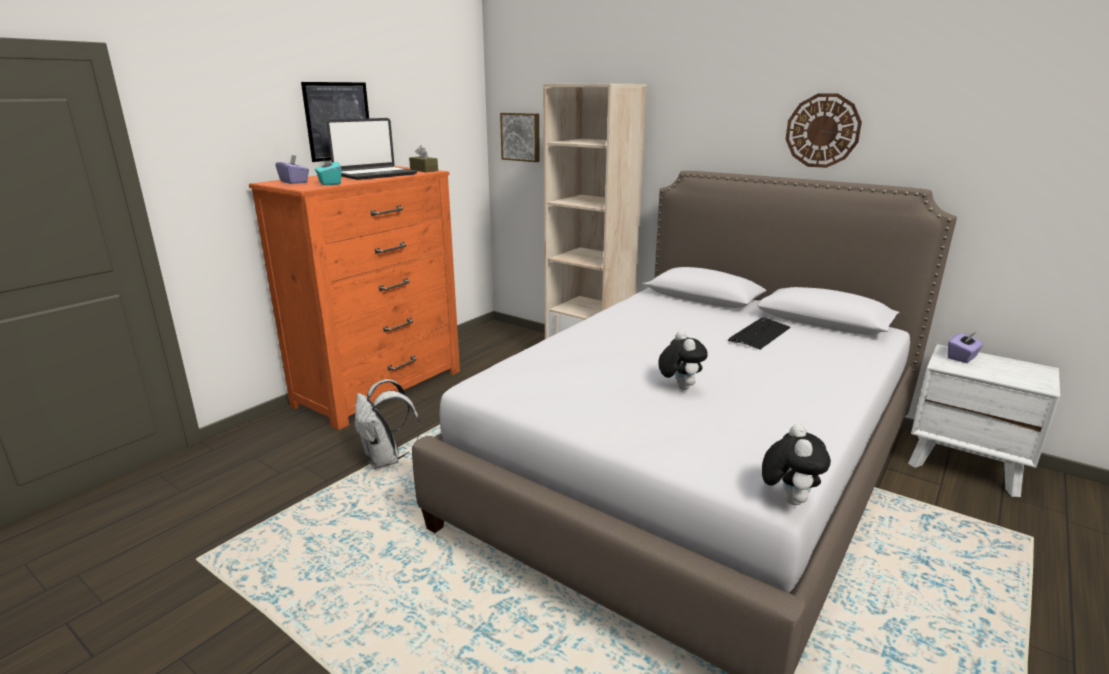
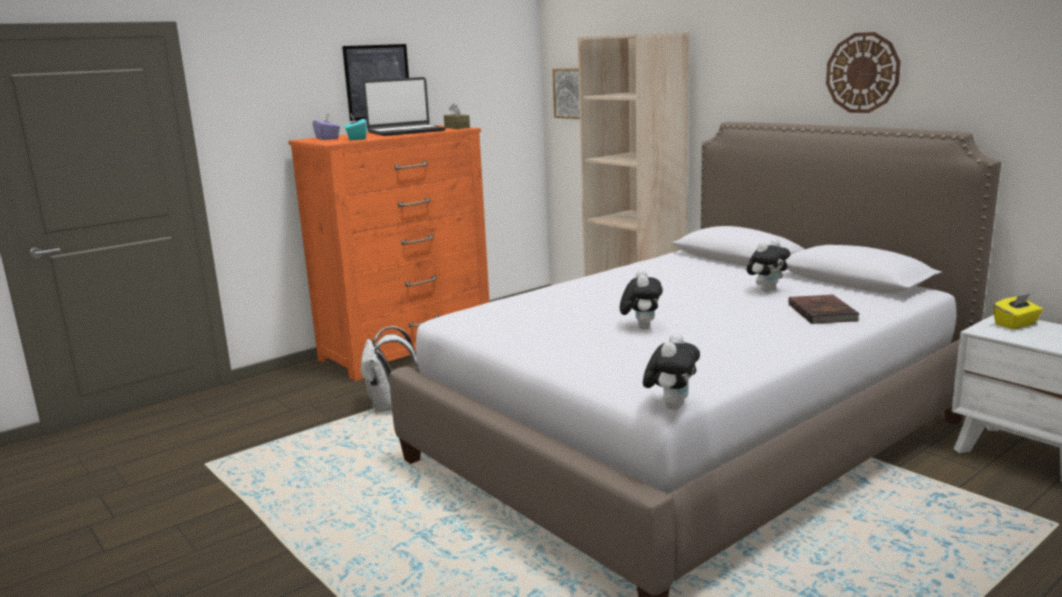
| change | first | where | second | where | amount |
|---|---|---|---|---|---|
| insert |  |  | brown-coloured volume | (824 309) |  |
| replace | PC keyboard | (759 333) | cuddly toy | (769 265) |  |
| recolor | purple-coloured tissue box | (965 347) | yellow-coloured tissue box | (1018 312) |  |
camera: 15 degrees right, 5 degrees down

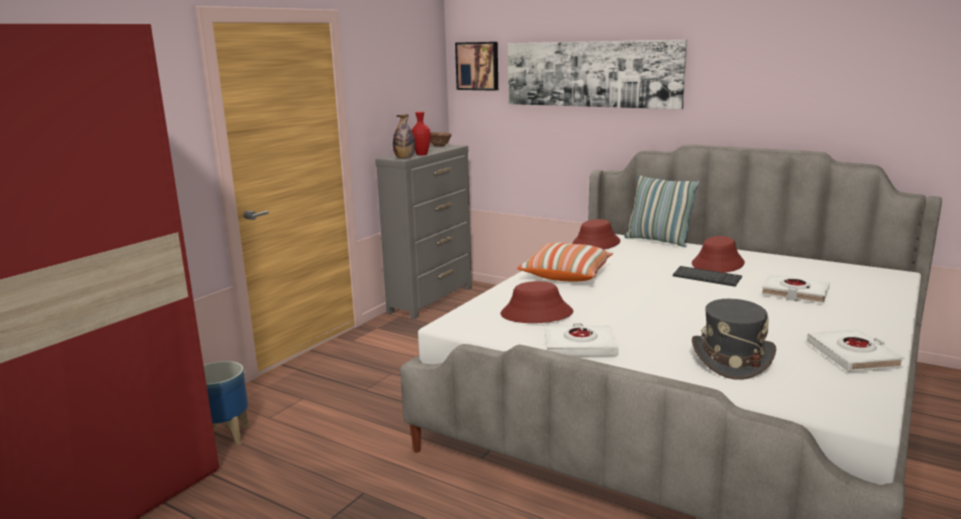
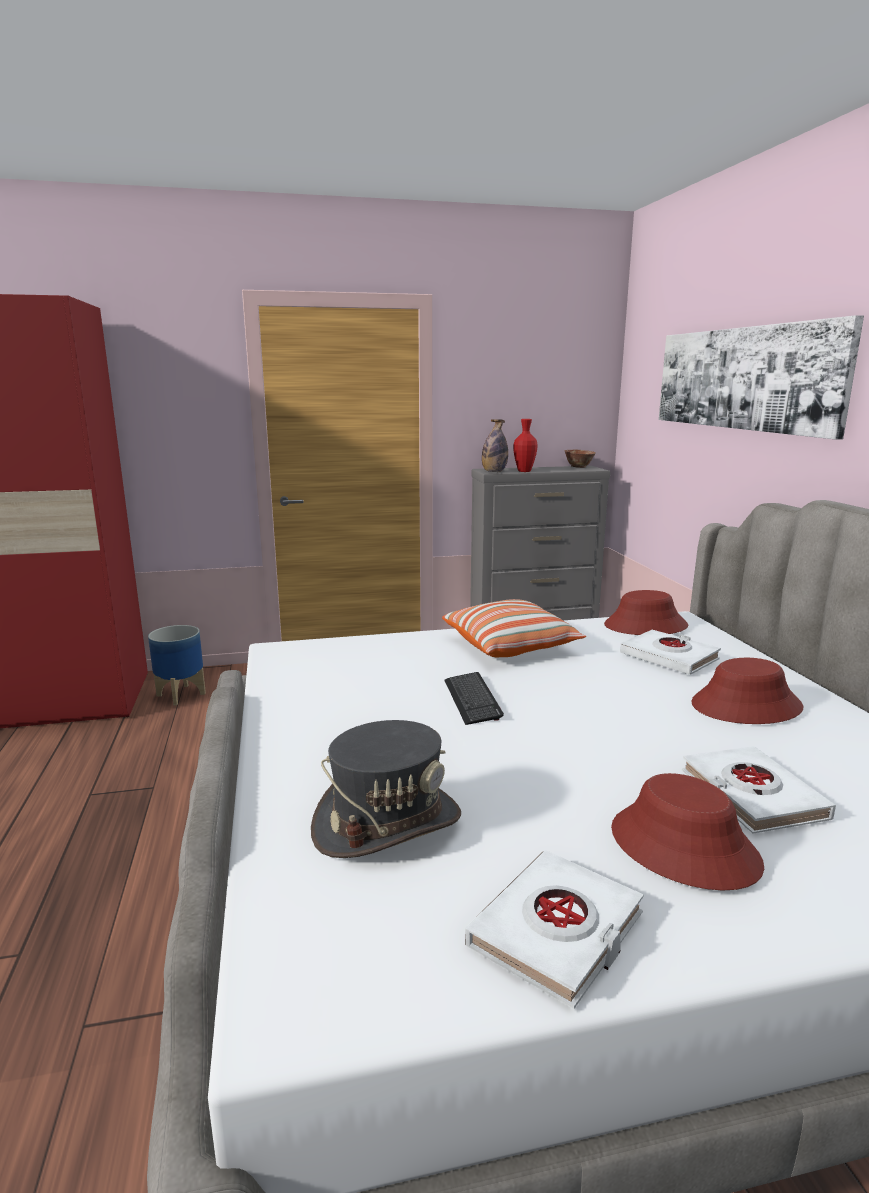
| change | first | where | second | where | amount |
|---|---|---|---|---|---|
| delete | picture | (476 66) |  |  |  |
| delete | throw pillow | (661 211) |  |  |  |
| move | red hat | (537 302) |  | (687 832) |  |
| move | white volume | (581 339) |  | (670 652) |  |
| move | PC keyboard | (707 276) |  | (474 698) |  |
camera: 45 degrees right, 0 degrees up

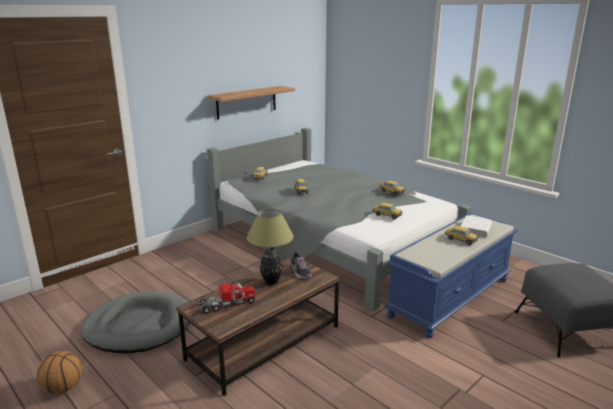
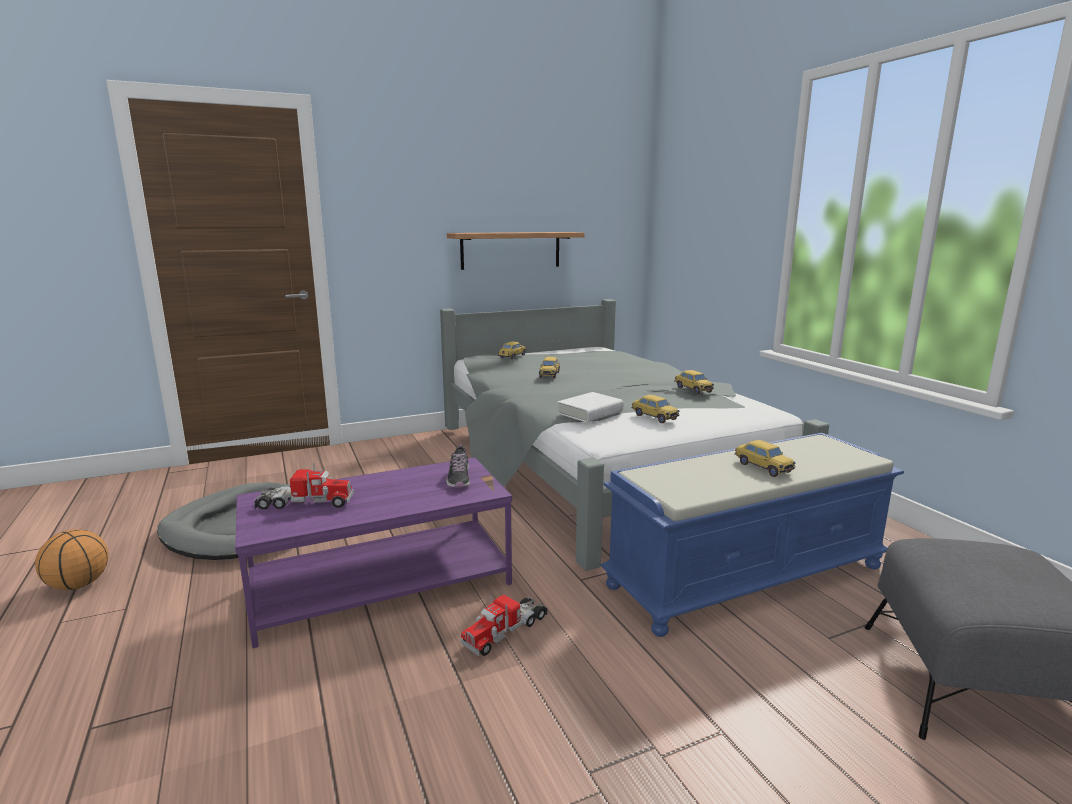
| change | first | where | second | where | amount |
|---|---|---|---|---|---|
| delete | tabletop lamp | (270 247) |  |  |  |
| insert |  |  | toy lorry | (504 625) |  |
| move | white volume | (476 226) |  | (590 407) |  |
| recolor | brown-coloured coffee table | (258 326) | purple-coloured coffee table | (373 552) |  |
camera: 20 degrees right, 5 degrees down

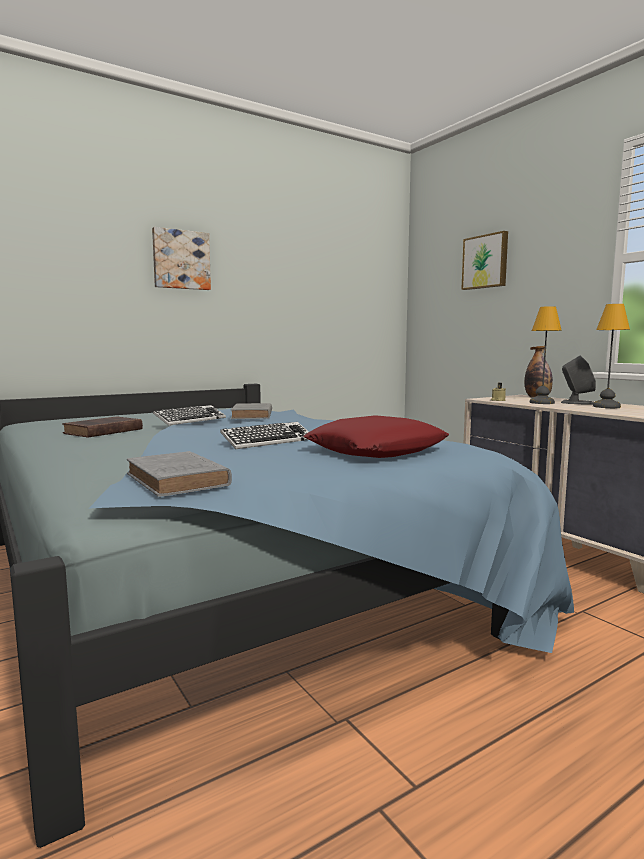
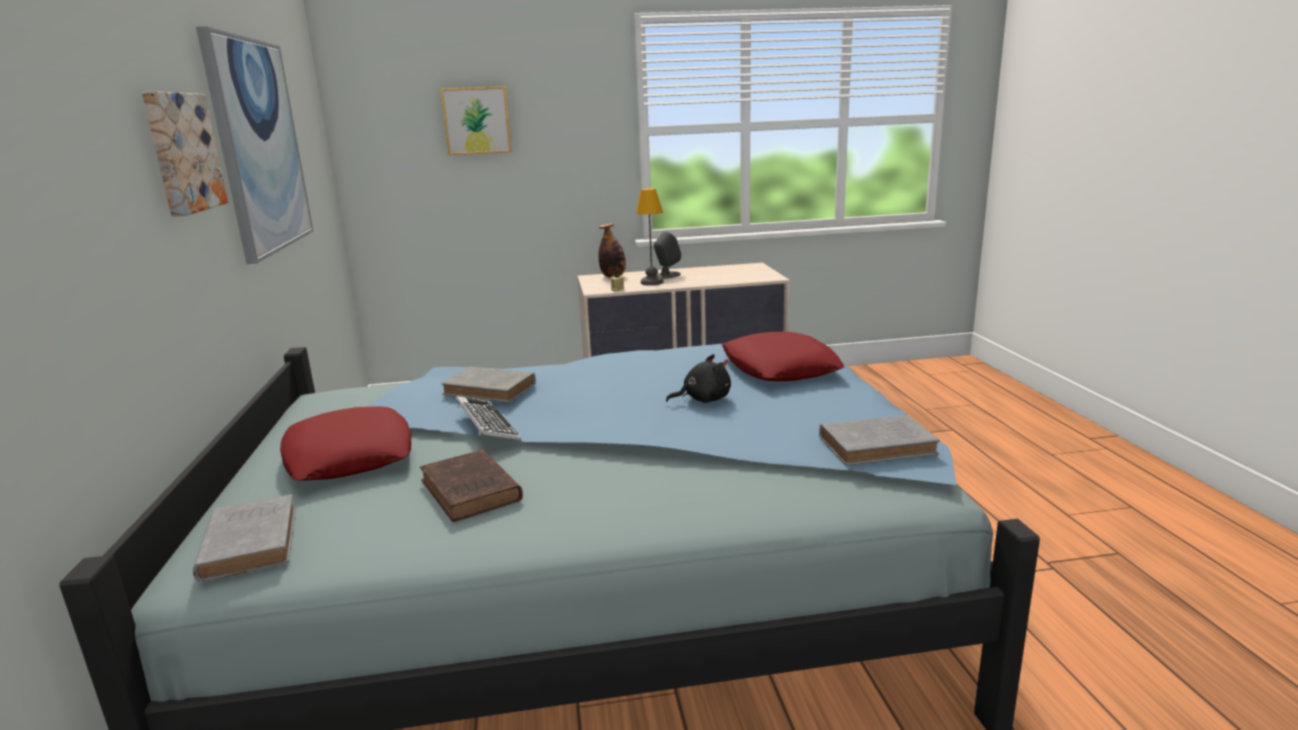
| change | first | where | second | where | amount |
|---|---|---|---|---|---|
| delete | tabletop lamp | (611 356) |  |  |  |
| insert |  |  | greyish volume | (244 538) |  |
| insert |  |  | picture | (254 145) |  |
| insert |  |  | red throw pillow | (345 443) |  |
| replace | PC keyboard | (264 435) | blackish cuddly toy | (698 378) |  |
camera: 65 degrees left, 10 degrees up

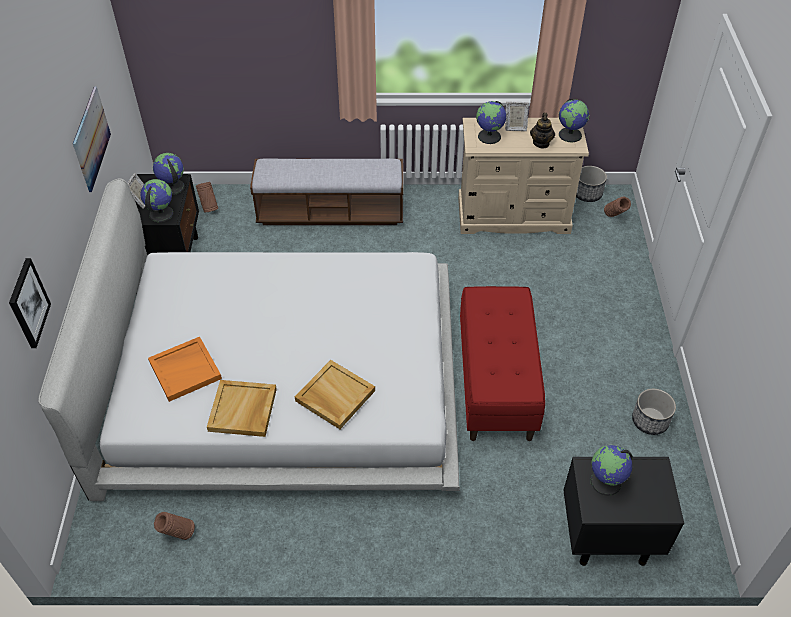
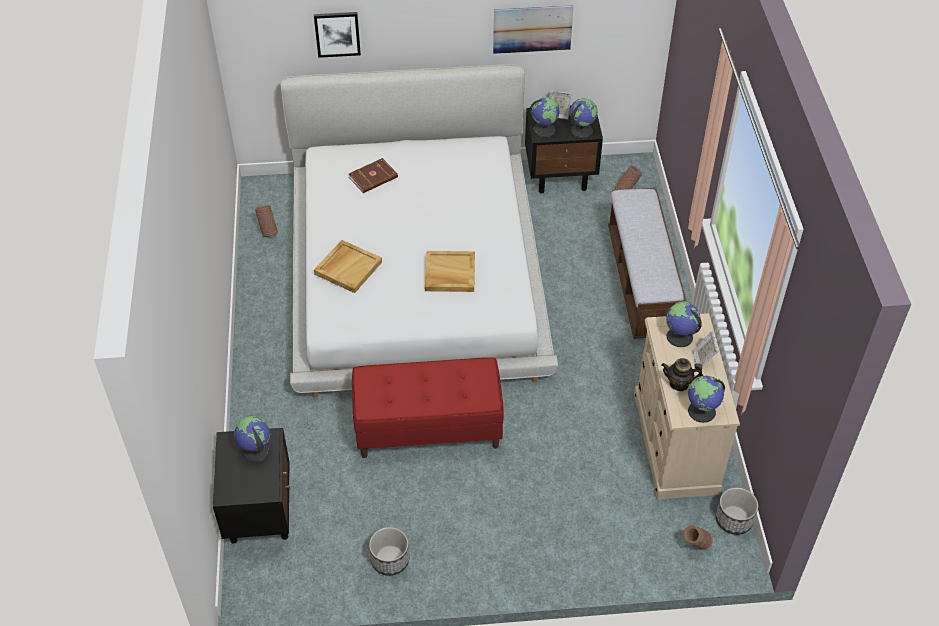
| change | first | where | second | where | amount |
|---|---|---|---|---|---|
| move | sand-coloured tray | (242 408) |  | (450 271) |  |
| replace | orange-coloured tray | (185 369) | brown-coloured volume | (373 175) |  |
camera: 85 degrees right, 0 degrees up

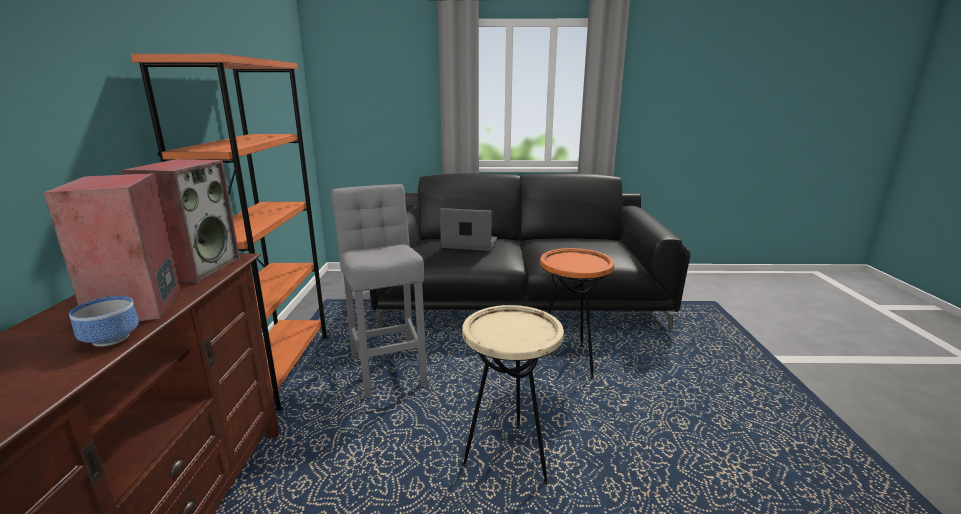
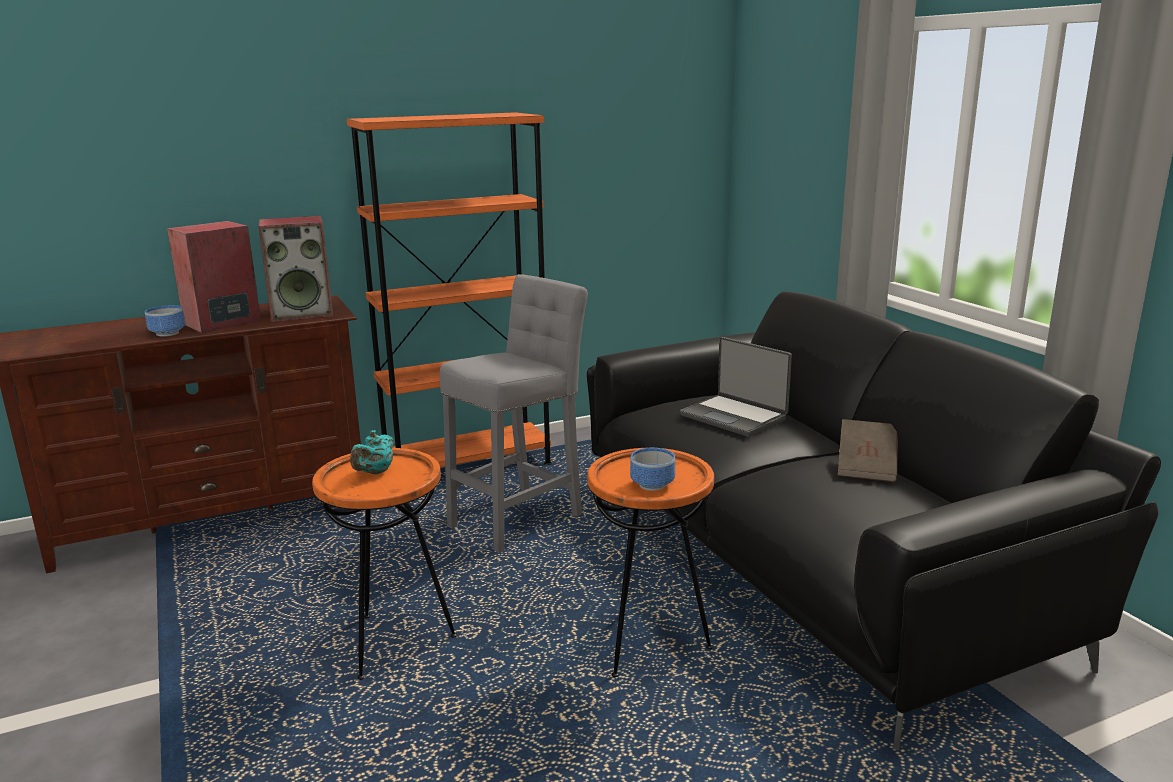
| change | first | where | second | where | amount |
|---|---|---|---|---|---|
| insert |  |  | blue-green pot for tea | (372 452) |  |
| insert |  |  | bowl | (652 469) |  |
| insert |  |  | brown-coloured volume | (868 450) |  |
| recolor | sand-coloured accent table | (513 394) | orange-coloured accent table | (384 564) |  |
| rotate | laptop | (468 229) |  | (736 387) | 150 degrees clockwise |
camera: 65 degrees right, 0 degrees up

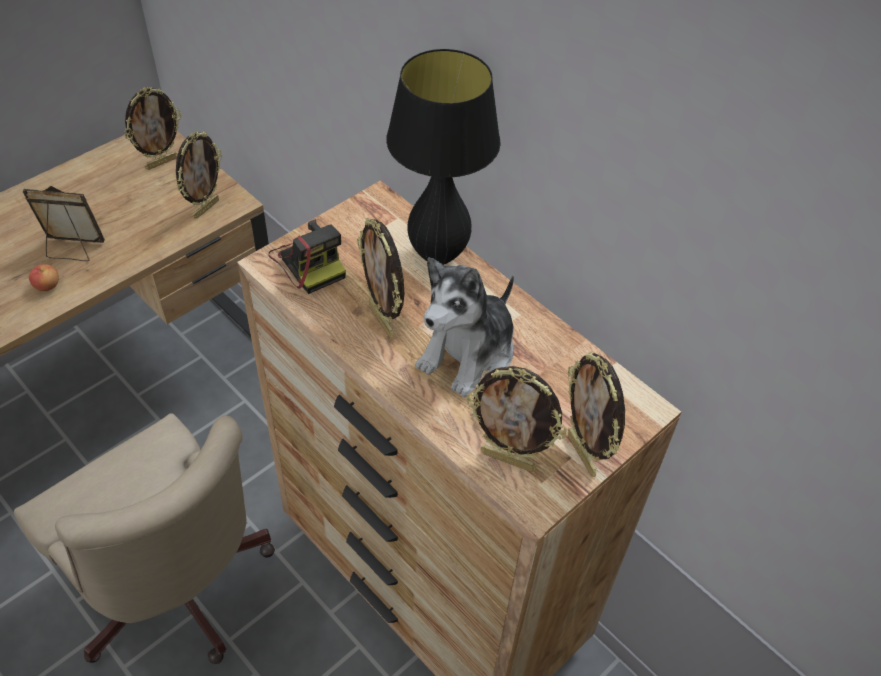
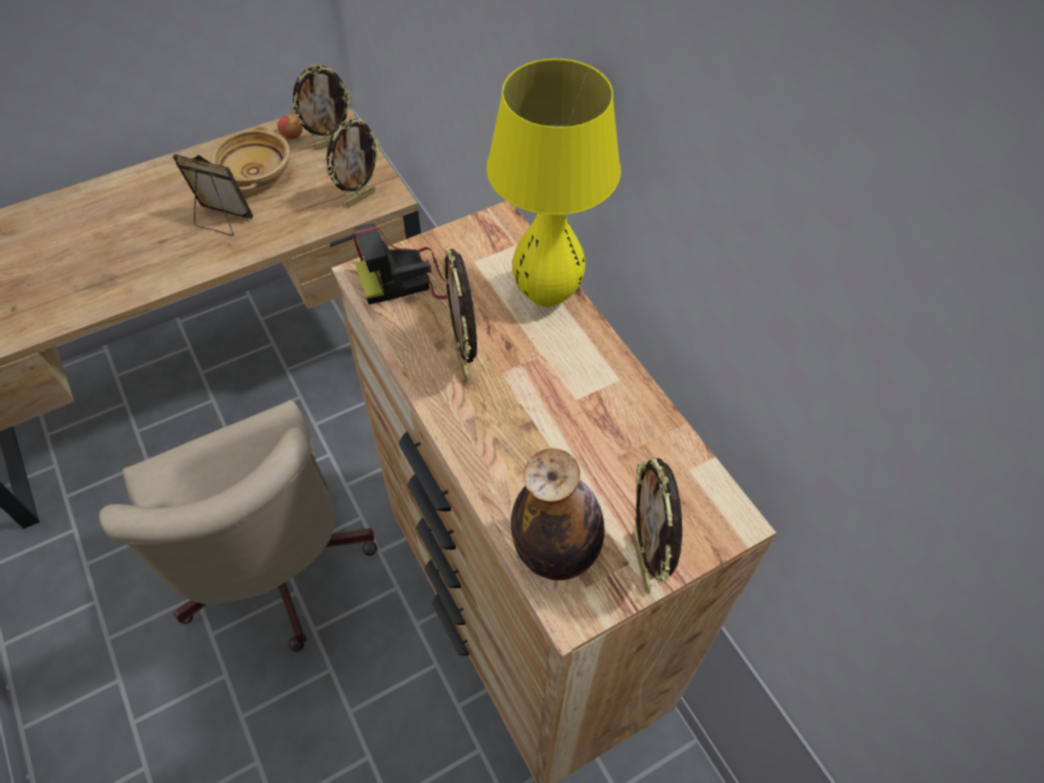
| change | first | where | second | where | amount |
|---|---|---|---|---|---|
| delete | cuddly toy | (465 327) |  |  |  |
| insert |  |  | sand-coloured bowl | (250 158) |  |
| move | apple fruit | (44 277) |  | (290 126) |  |
| replace | standing frame | (516 419) | drink bottle | (558 514) |  |
| recolor | blackish tabletop lamp | (443 157) | yellow-coloured tabletop lamp | (554 183) |  |
| rotate | still camera | (307 257) |  | (401 264) | 90 degrees clockwise |
camera: 15 degrees right, 5 degrees up

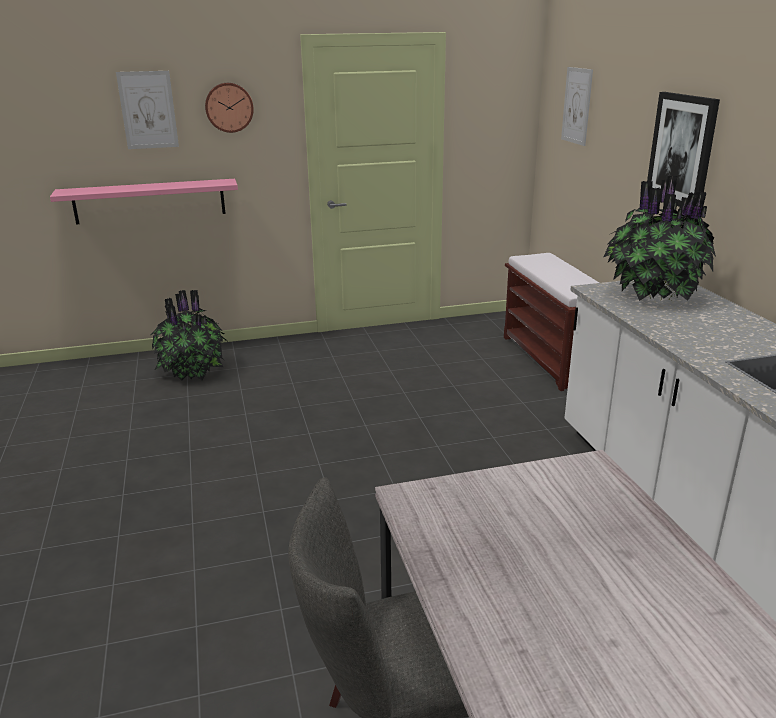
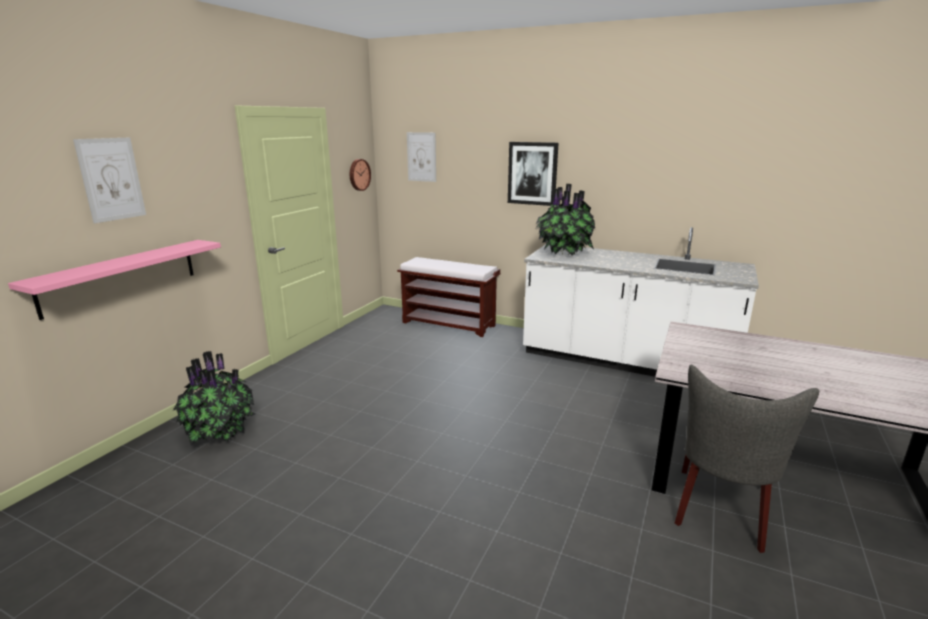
| change | first | where | second | where | amount |
|---|---|---|---|---|---|
| move | hanging clock | (229 108) |  | (360 175) |  |
camera: 50 degrees left, 5 degrees down

